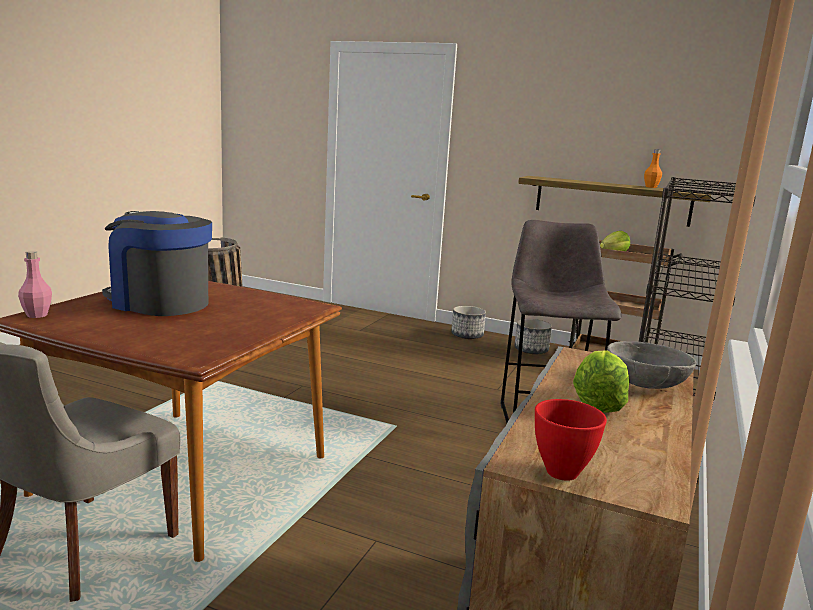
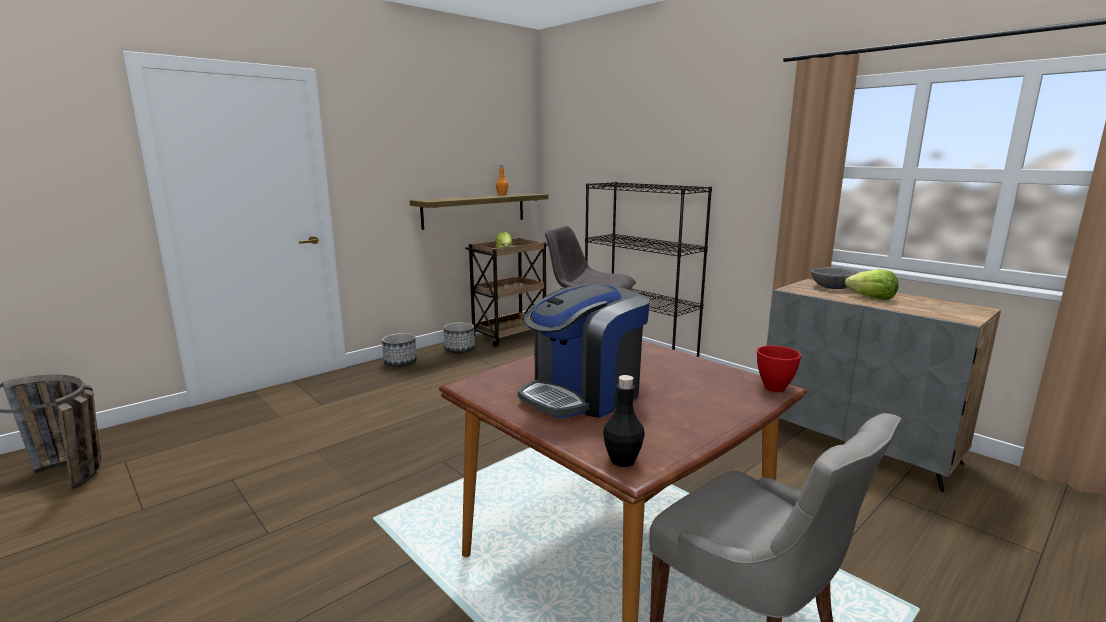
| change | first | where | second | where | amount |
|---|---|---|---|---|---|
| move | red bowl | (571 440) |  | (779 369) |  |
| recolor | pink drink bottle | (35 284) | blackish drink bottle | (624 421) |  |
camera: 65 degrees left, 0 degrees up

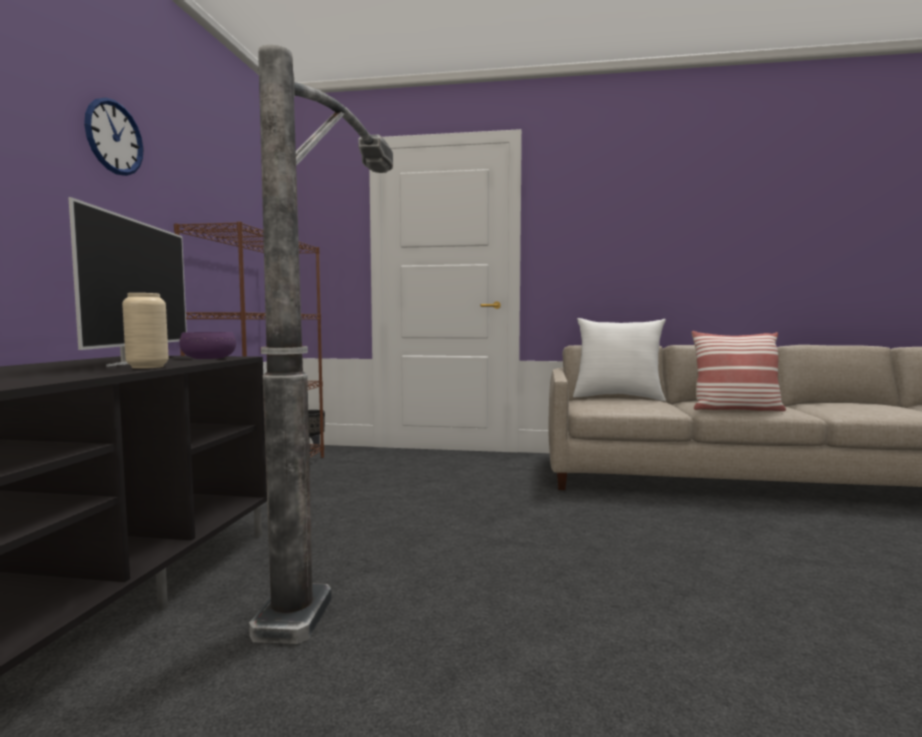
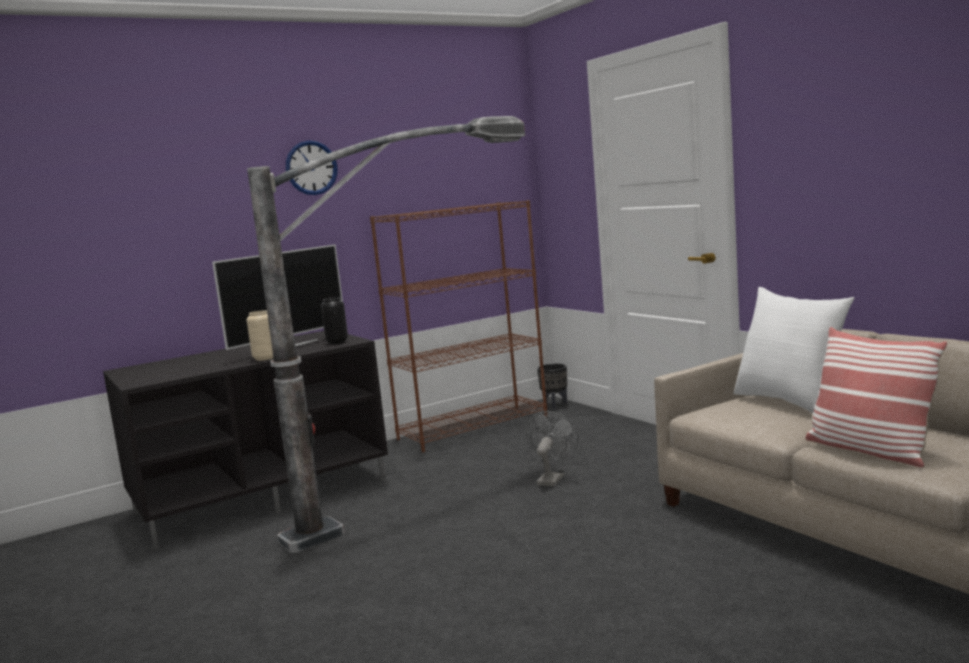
| change | first | where | second | where | amount |
|---|---|---|---|---|---|
| insert |  |  | greyish cooling fan | (552 448) |  |
| replace | purple-coloured bowl | (207 345) | blackish decorative vase | (334 320) |  |
camera: 50 degrees right, 5 degrees up

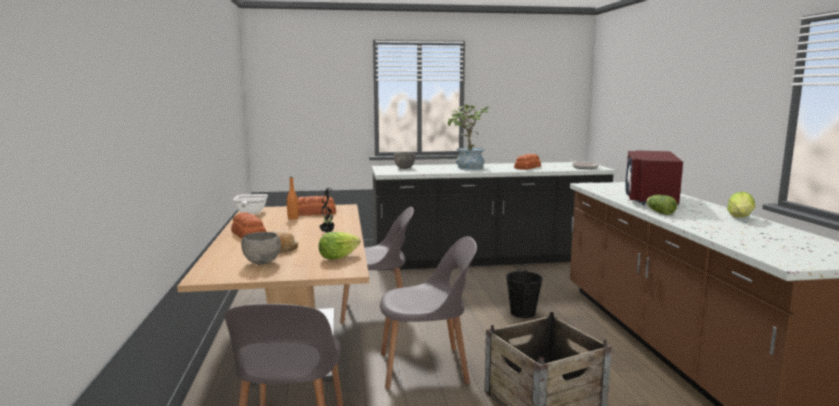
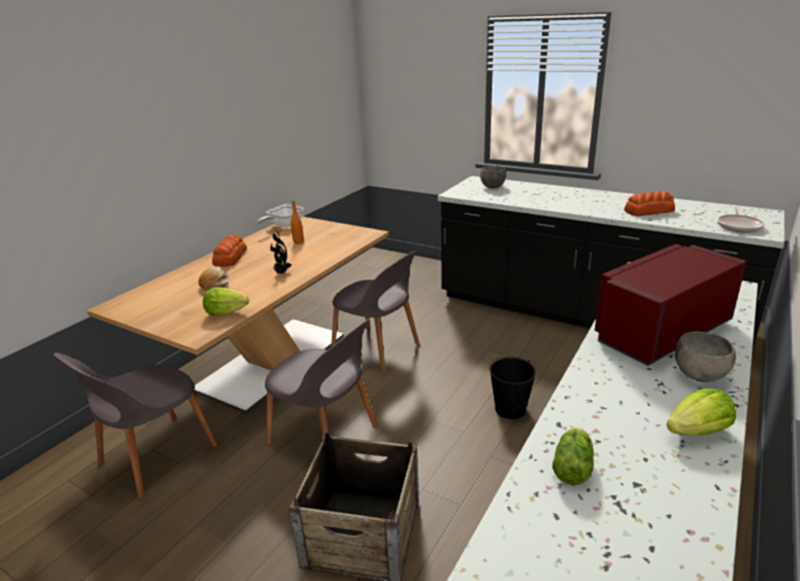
| change | first | where | second | where | amount |
|---|---|---|---|---|---|
| delete | bread | (317 206) |  |  |  |
| delete | plant in a pot | (468 136) |  |  |  |
| move | greyish bowl | (261 248) |  | (705 356) |  |
| move | lettuce | (661 204) |  | (573 456) |  |
camera: 40 degrees right, 15 degrees up

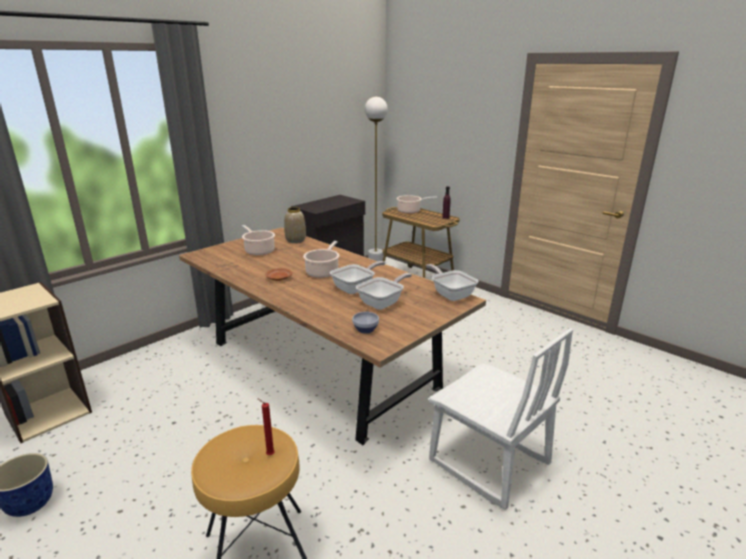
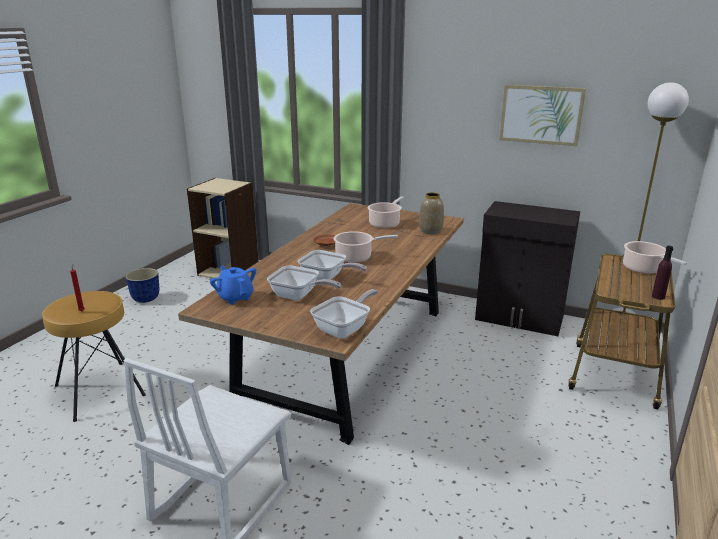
| change | first | where | second | where | amount |
|---|---|---|---|---|---|
| insert |  |  | picture | (542 115) |  |
| replace | bowl | (365 323) | bluish pot for tea | (233 285) |  |
camera: 70 degrees right, 0 degrees up

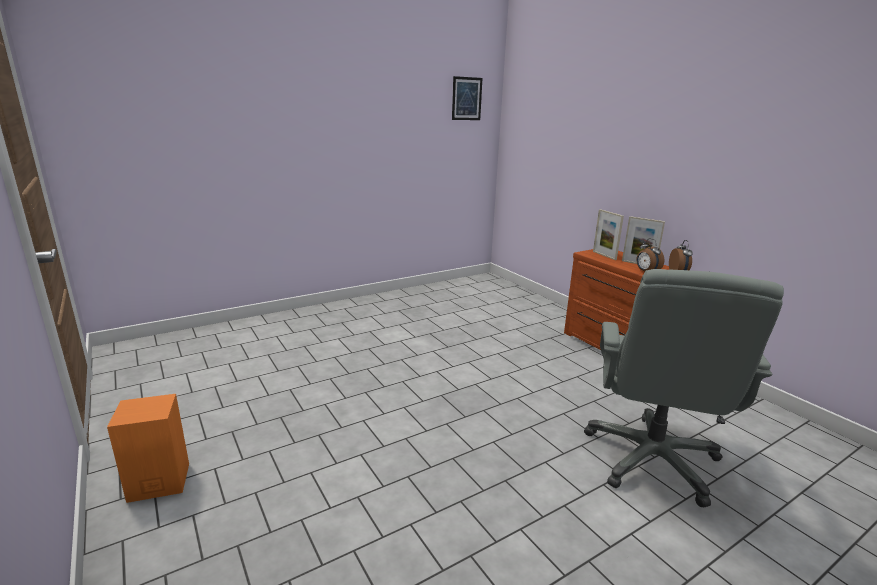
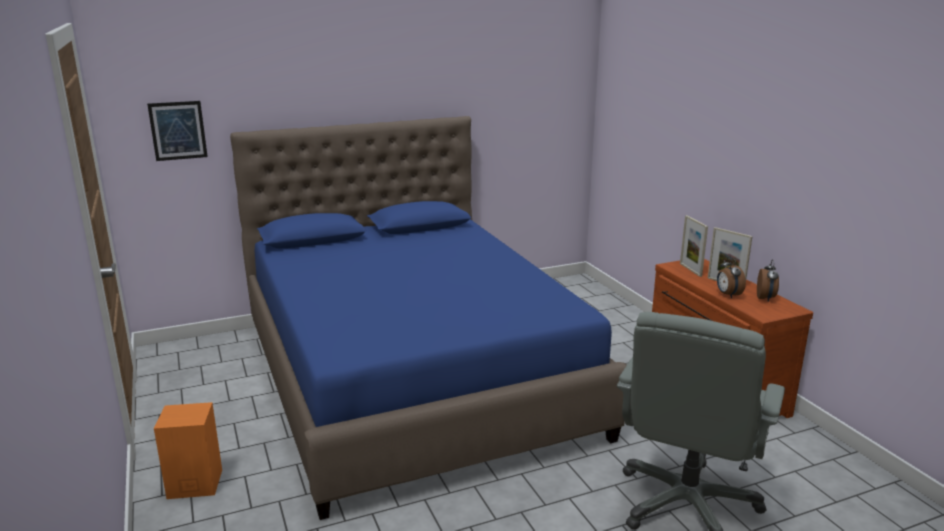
| change | first | where | second | where | amount |
|---|---|---|---|---|---|
| insert |  |  | bluish sleeping bed | (428 318) |  |
| move | picture | (467 98) |  | (177 131) |  |
camera: 10 degrees right, 0 degrees up

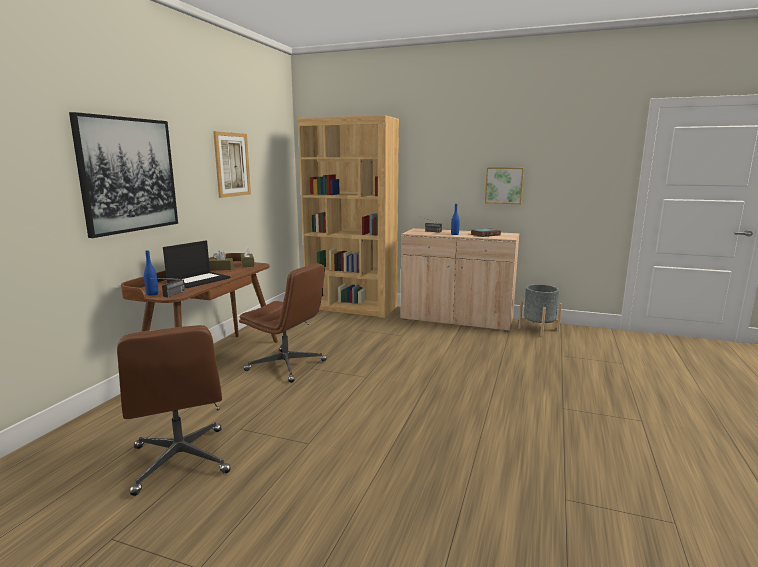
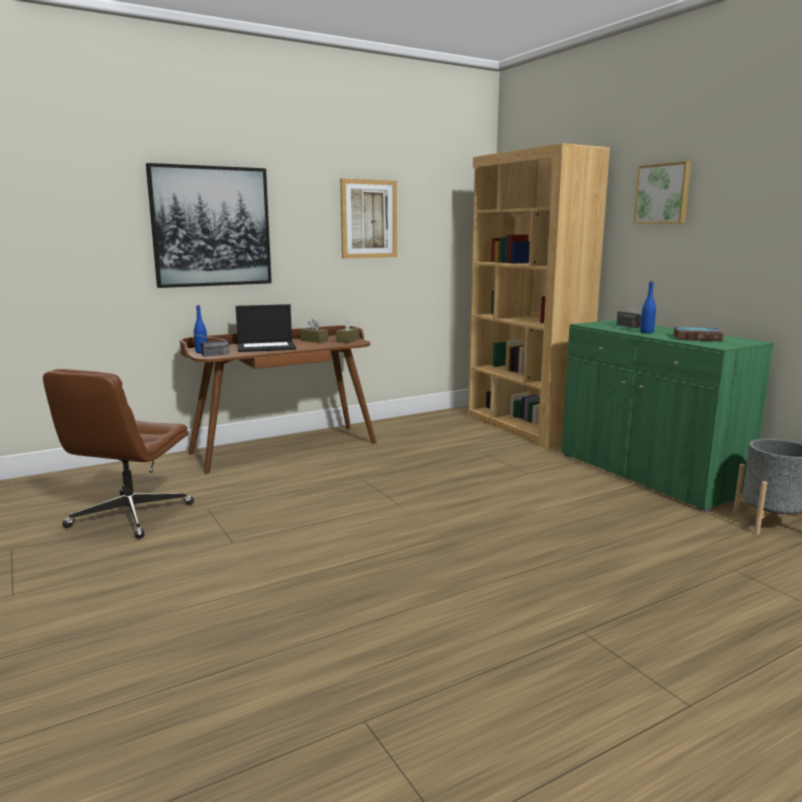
| change | first | where | second | where | amount |
|---|---|---|---|---|---|
| delete | brown-coloured computer chair | (283 323) |  |  |  |
| move | picture | (504 185) |  | (662 192) |  |
| recolor | sand-coloured cabinet | (459 280) | green cabinet | (667 416) |  |
camera: 40 degrees right, 0 degrees up

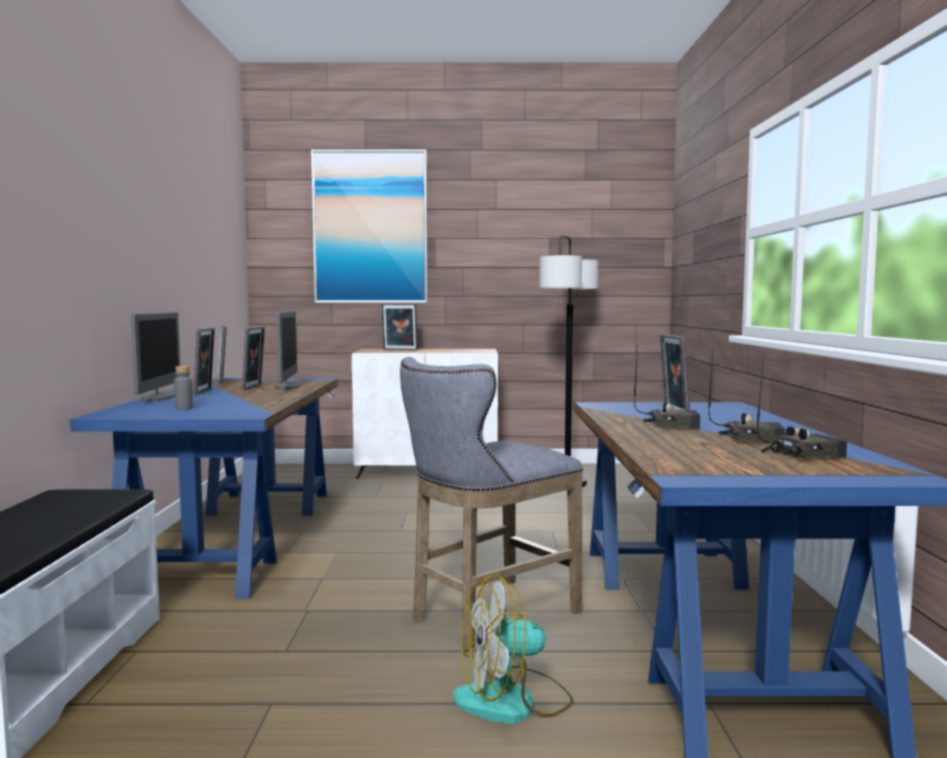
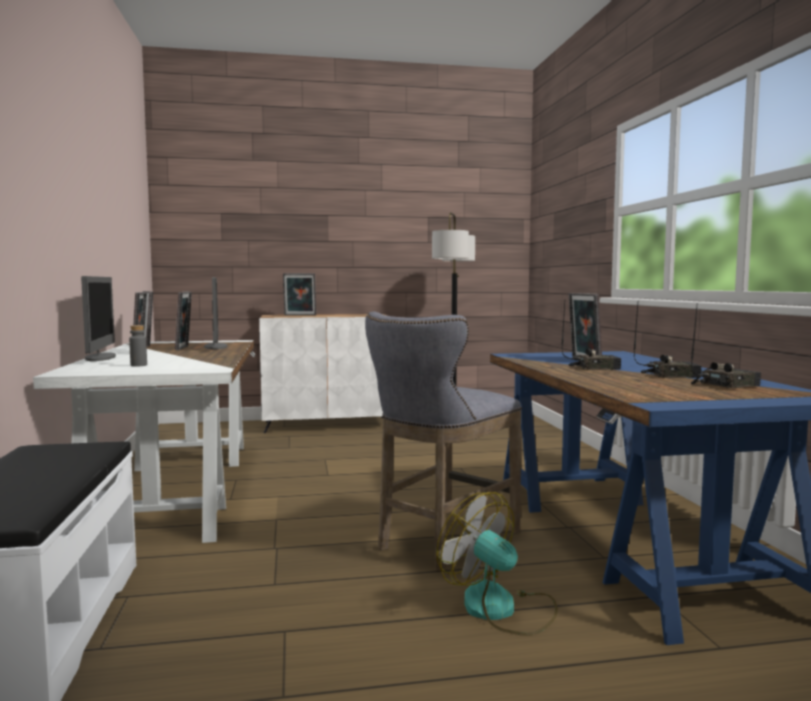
| change | first | where | second | where | amount |
|---|---|---|---|---|---|
| delete | picture | (369 226) |  |  |  |
| recolor | bluish desk table | (204 488) | white desk table | (144 441) |  |
| rotate | cooling fan | (513 649) |  | (497 564) | 75 degrees clockwise |
camera: 10 degrees left, 0 degrees up

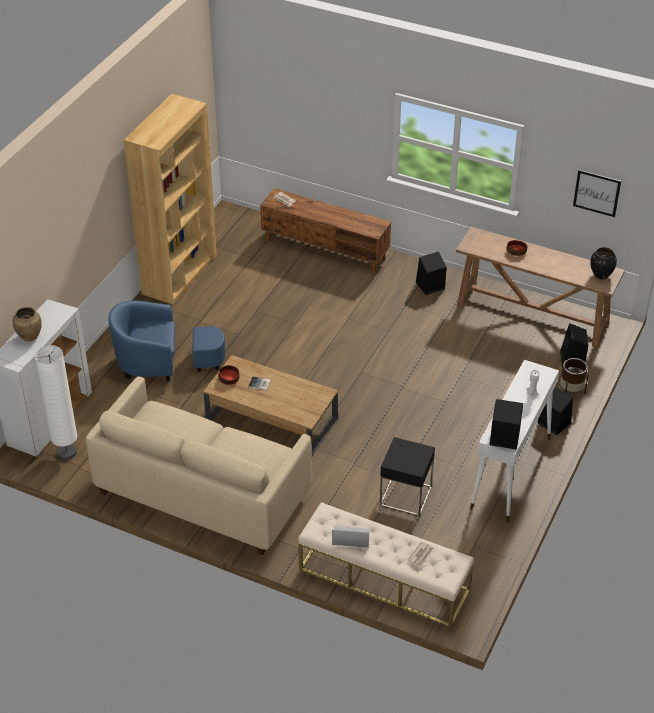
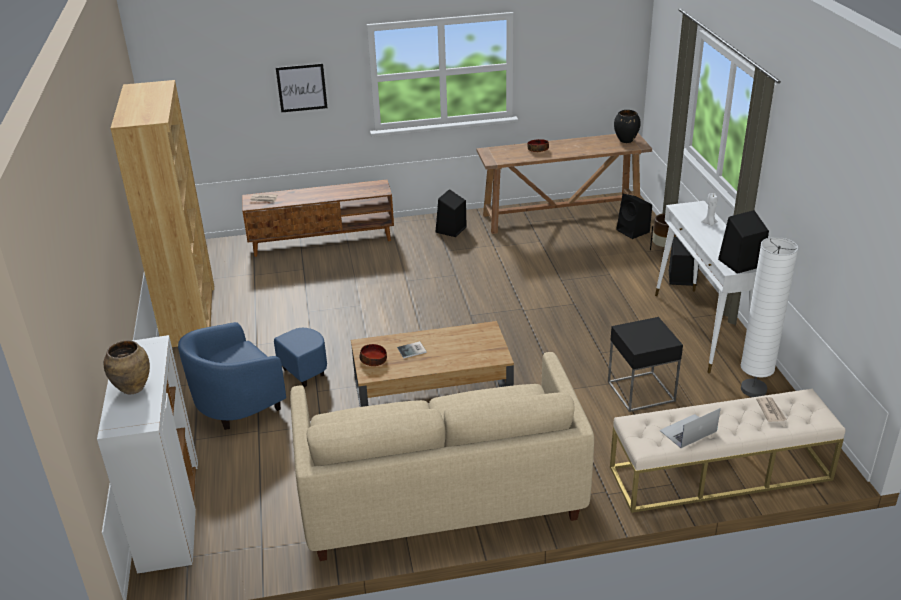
| change | first | where | second | where | amount |
|---|---|---|---|---|---|
| move | white standing lamp | (56 402) |  | (769 317) |  |
| move | picture | (597 193) |  | (301 87) |  |
camera: 35 degrees left, 10 degrees down

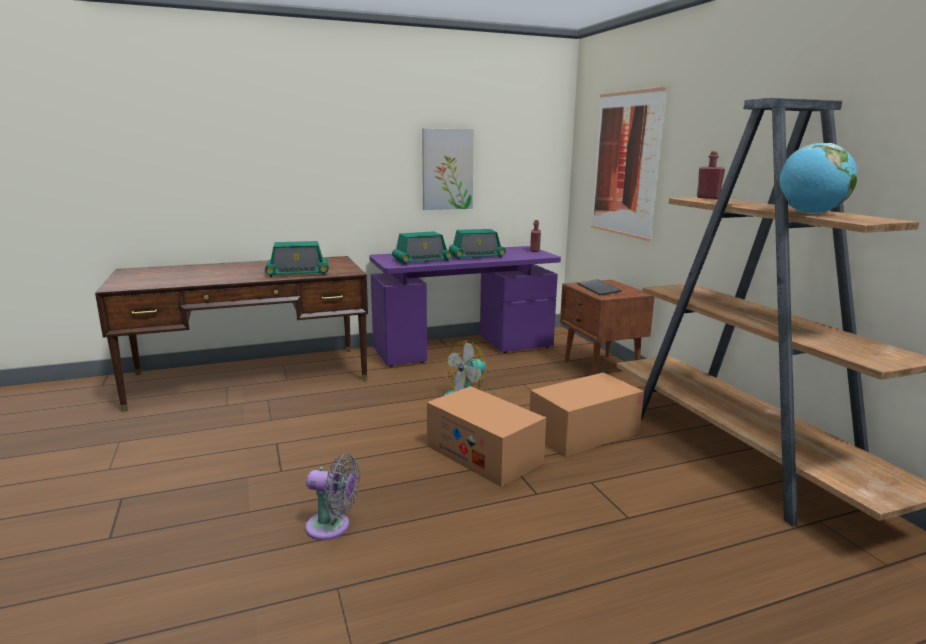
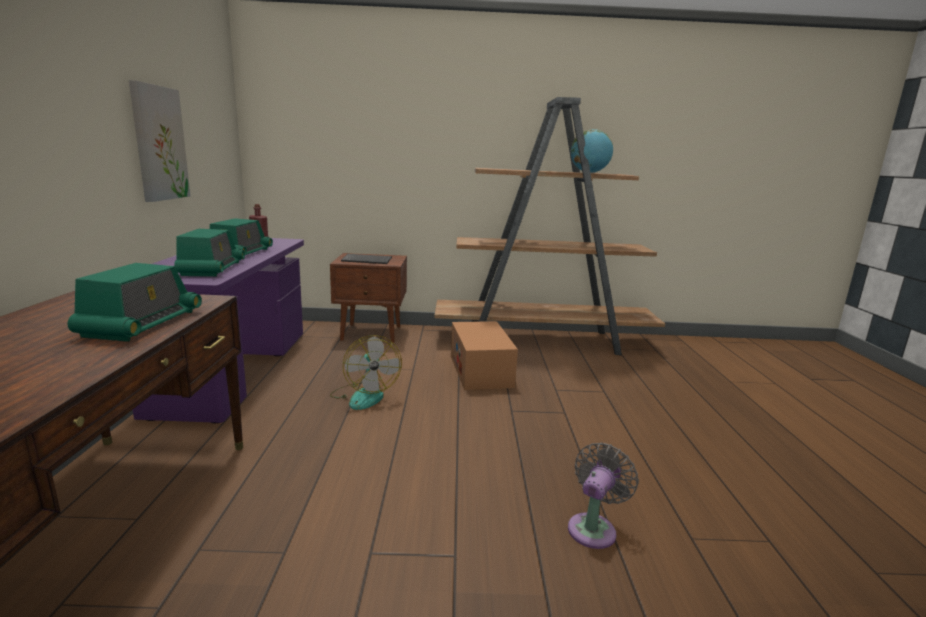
| change | first | where | second | where | amount |
|---|---|---|---|---|---|
| delete | carton | (486 436) |  |  |  |
| delete | picture | (629 164) |  |  |  |
| delete | red drink bottle | (711 175) |  |  |  |
camera: 70 degrees left, 0 degrees up

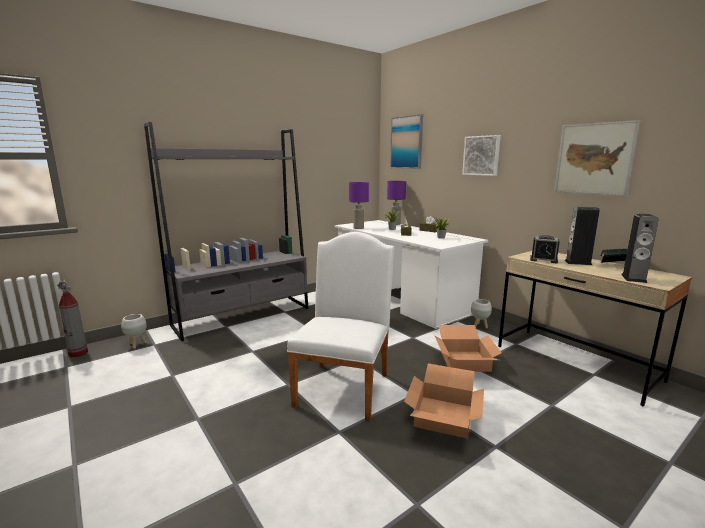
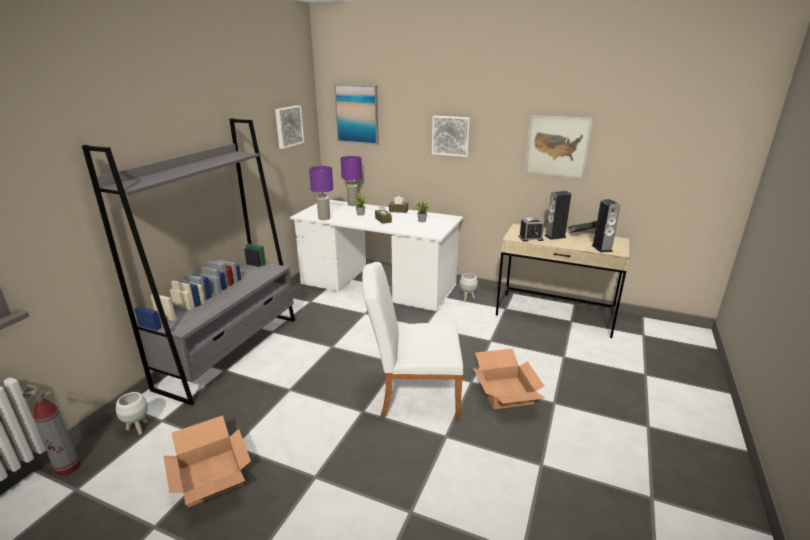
| change | first | where | second | where | amount |
|---|---|---|---|---|---|
| insert |  |  | picture | (289 127) |  |
| move | carton | (467 348) |  | (207 461) |  |
| rotate | white upright chair | (340 327) |  | (412 340) | 75 degrees counterclockwise |
camera: 30 degrees left, 10 degrees up

